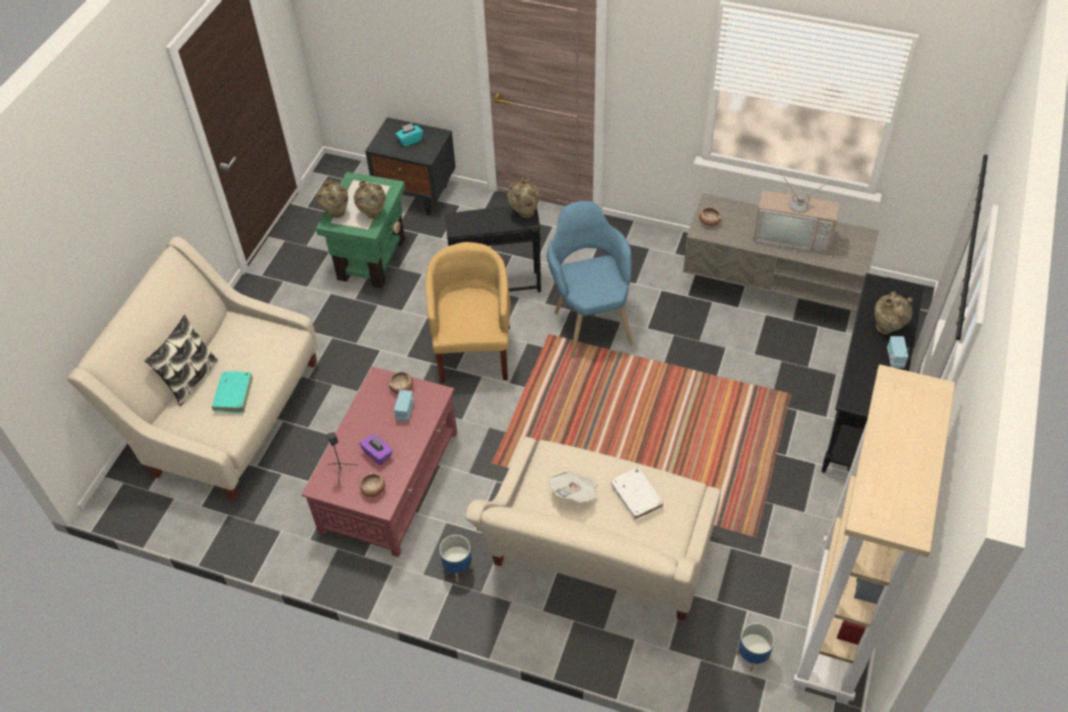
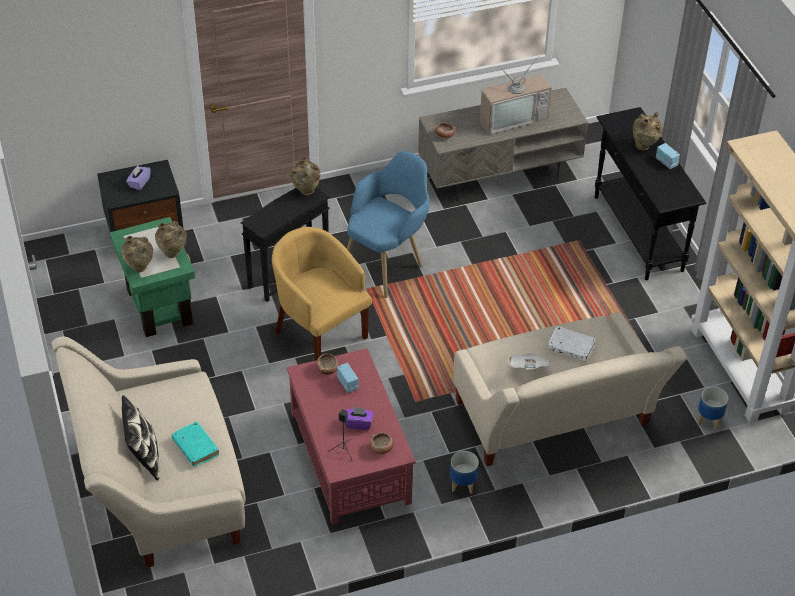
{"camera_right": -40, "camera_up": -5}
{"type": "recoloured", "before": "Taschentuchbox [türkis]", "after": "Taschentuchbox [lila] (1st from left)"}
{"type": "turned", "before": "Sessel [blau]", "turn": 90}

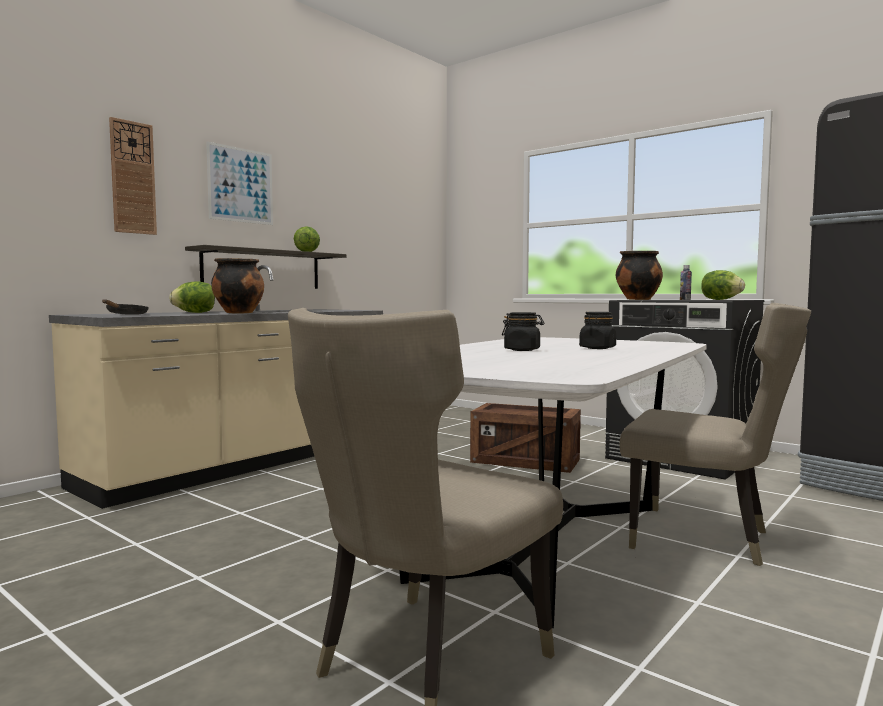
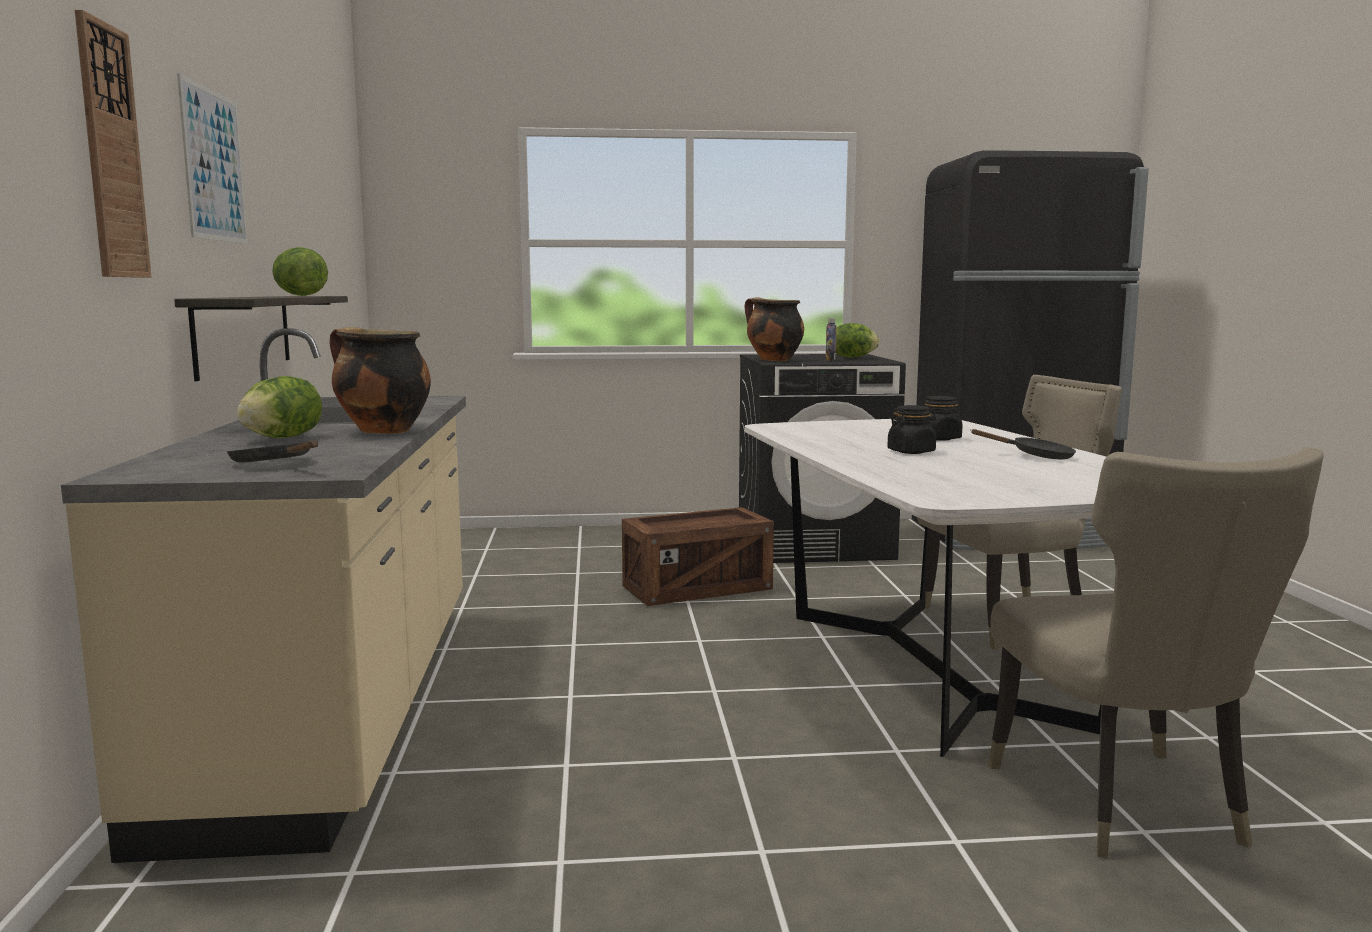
{"camera_right": -45, "camera_up": 5}
{"type": "added", "after": "Pfanne [schwarz] (2nd from left)"}

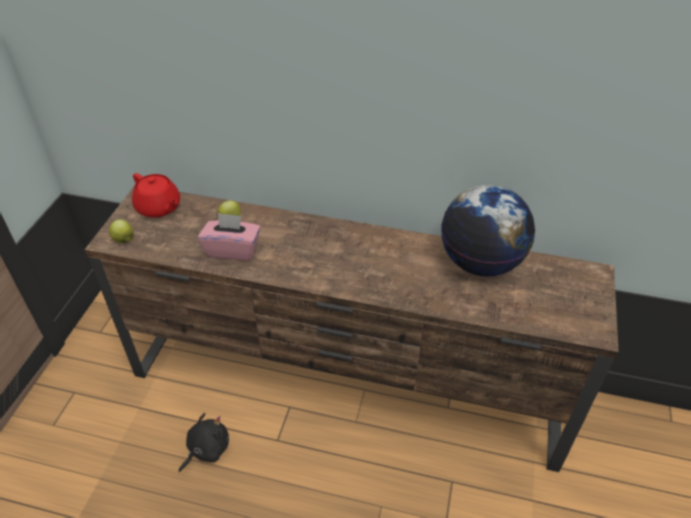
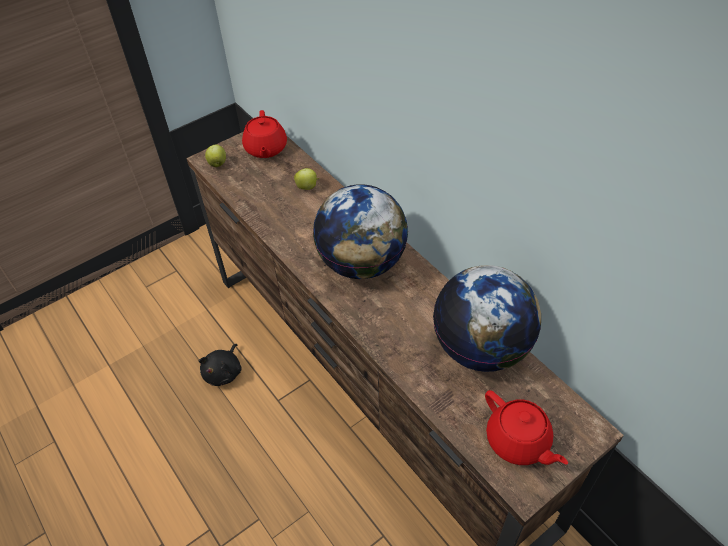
{"camera_right": 40, "camera_up": 5}
{"type": "turned", "before": "Plüschtier [schwarz]", "turn": 120}
{"type": "added", "after": "Globus (1st from left)"}
{"type": "added", "after": "Teekanne [rot] (2nd from left)"}
{"type": "removed", "before": "Taschentuchbox [rosa]"}

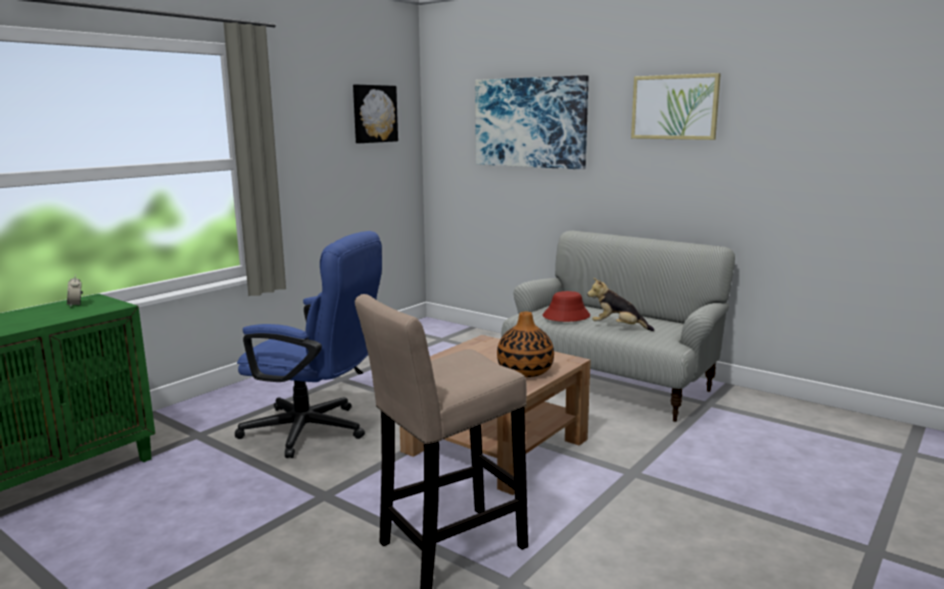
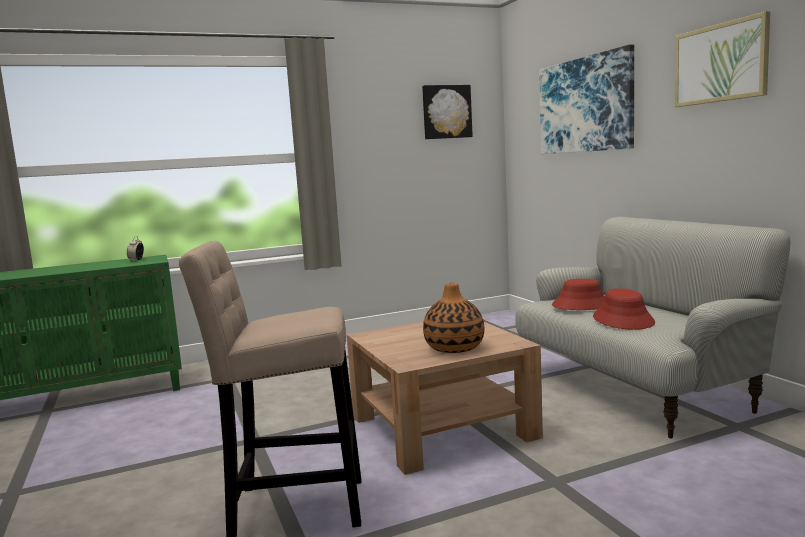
{"camera_right": 30, "camera_up": -5}
{"type": "replaced", "before": "Plüschtier", "after": "Hut [rot] (2nd from left)"}
{"type": "removed", "before": "Bürostuhl [blau]"}

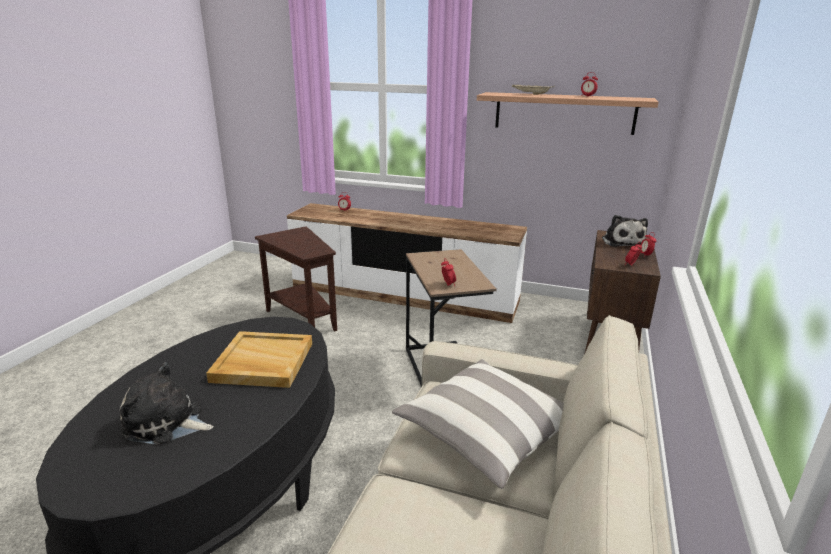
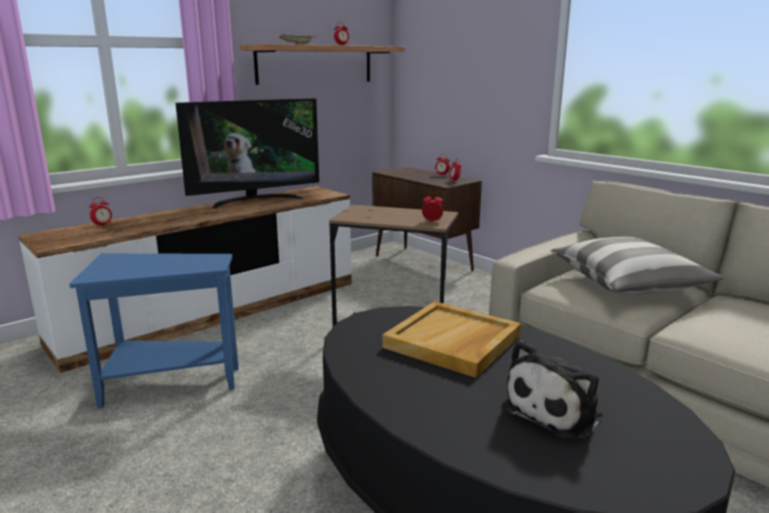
{"camera_right": -60, "camera_up": -5}
{"type": "recoloured", "before": "Beistelltisch [braun] (1st from left)", "after": "Beistelltisch [blau]"}
{"type": "added", "after": "Fernseher"}
{"type": "removed", "before": "Plüschtier (2nd from left)"}

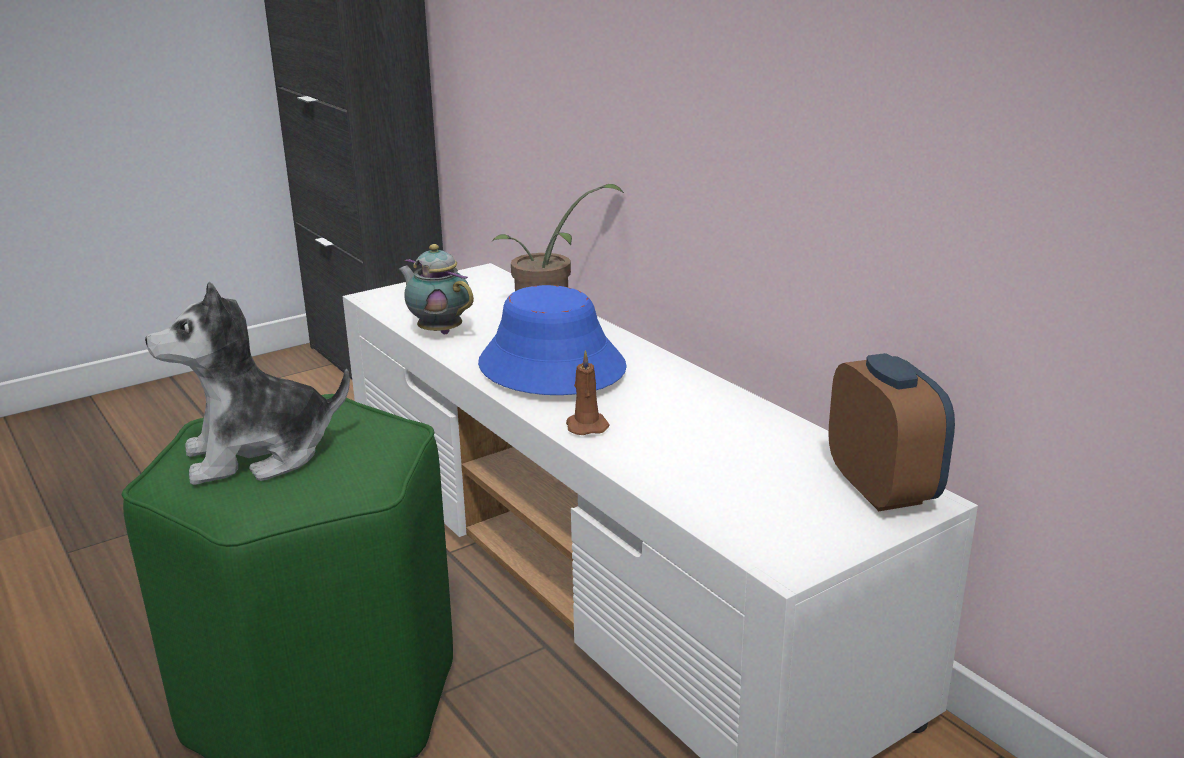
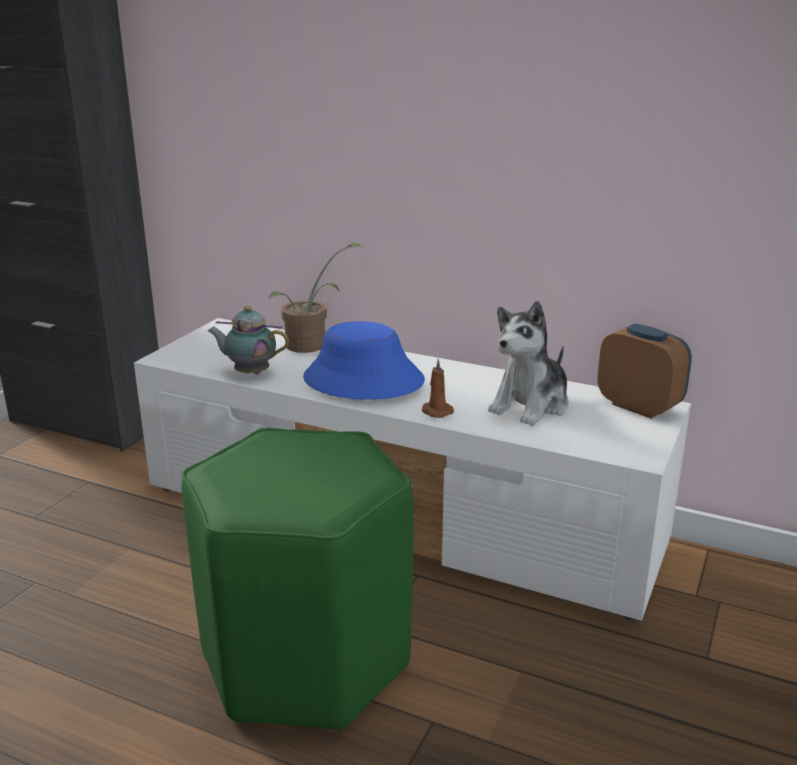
{"camera_right": -30, "camera_up": 0}
{"type": "moved", "before": "Plüschtier"}

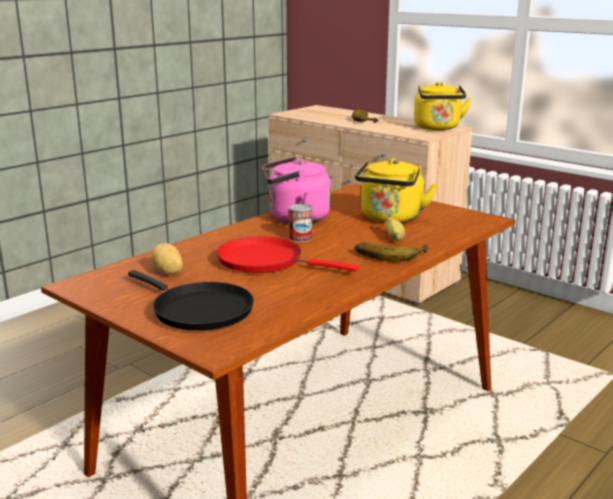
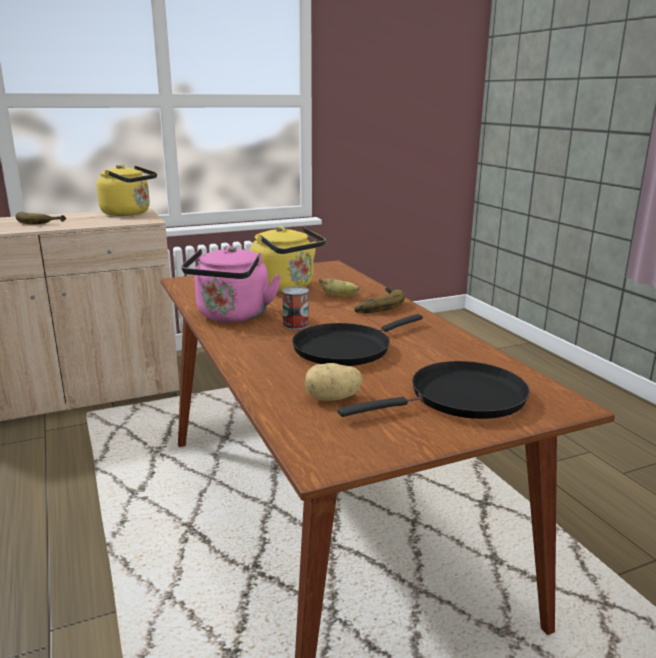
{"camera_right": -65, "camera_up": 0}
{"type": "recoloured", "before": "Pfanne [rot]", "after": "Pfanne [schwarz] (1st from left)"}

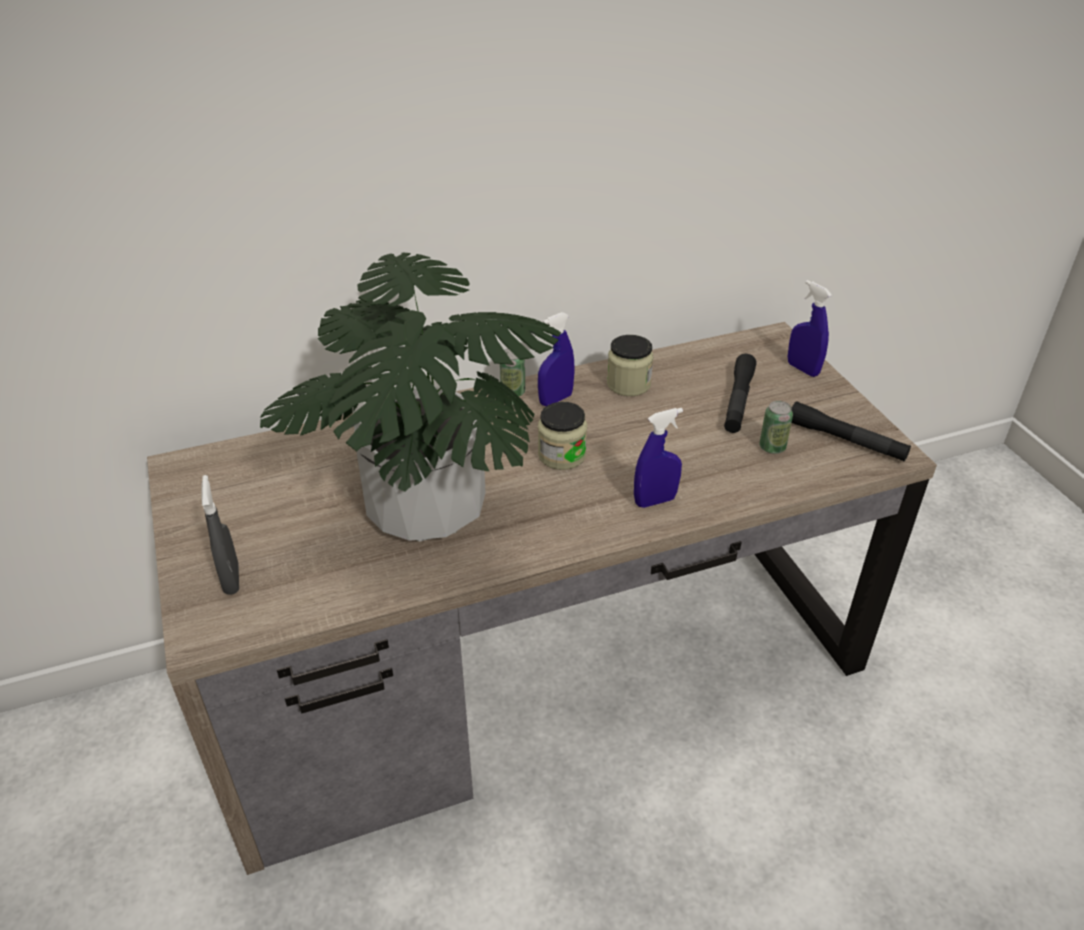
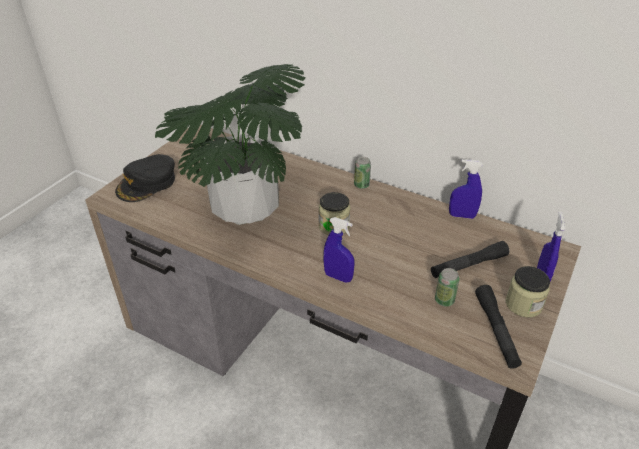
{"camera_right": 50, "camera_up": 0}
{"type": "replaced", "before": "Sprühflasche [grau]", "after": "Kappe [schwarz]"}
{"type": "moved", "before": "Sprühflasche [blau] (1st from left in the first image)", "after": "Sprühflasche [blau] (2nd from left)"}
{"type": "moved", "before": "Vorratsglas (2nd from left)"}

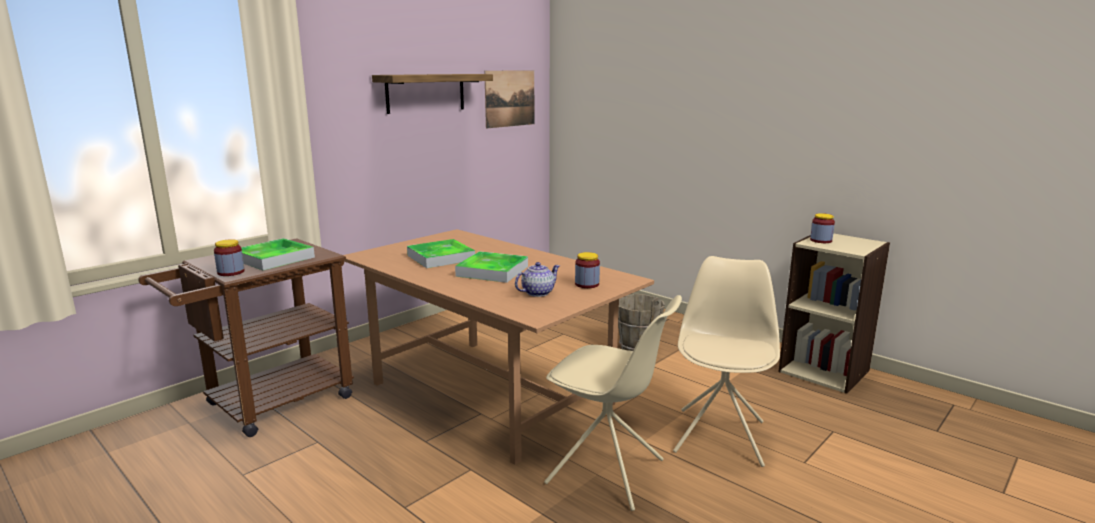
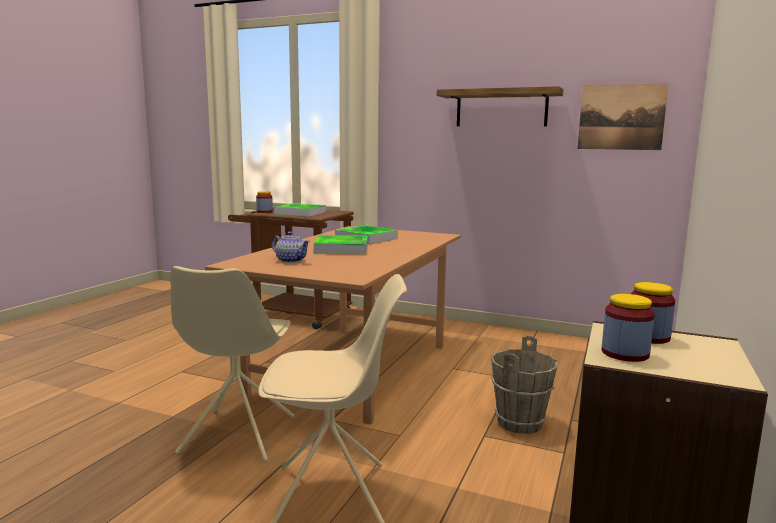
{"camera_right": 70, "camera_up": -5}
{"type": "moved", "before": "Vorratsglas (2nd from left)"}

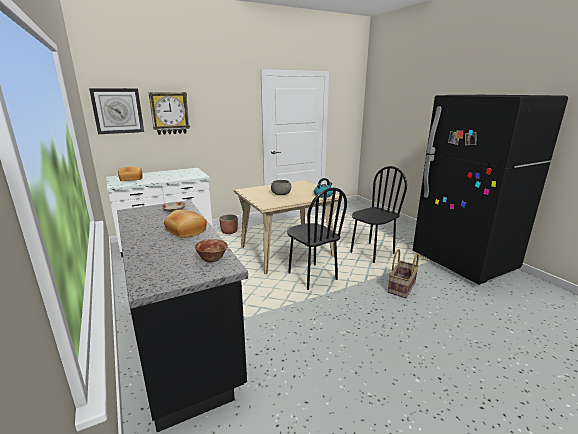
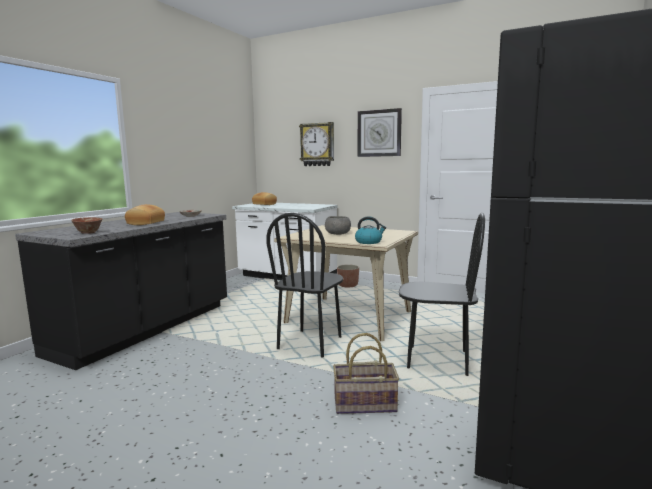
{"camera_right": 55, "camera_up": -10}
{"type": "moved", "before": "Wanduhr (1st from left in the first image)", "after": "Wanduhr (2nd from left)"}

